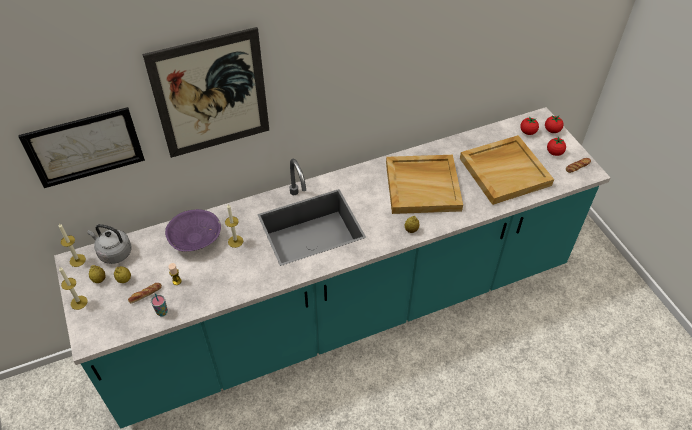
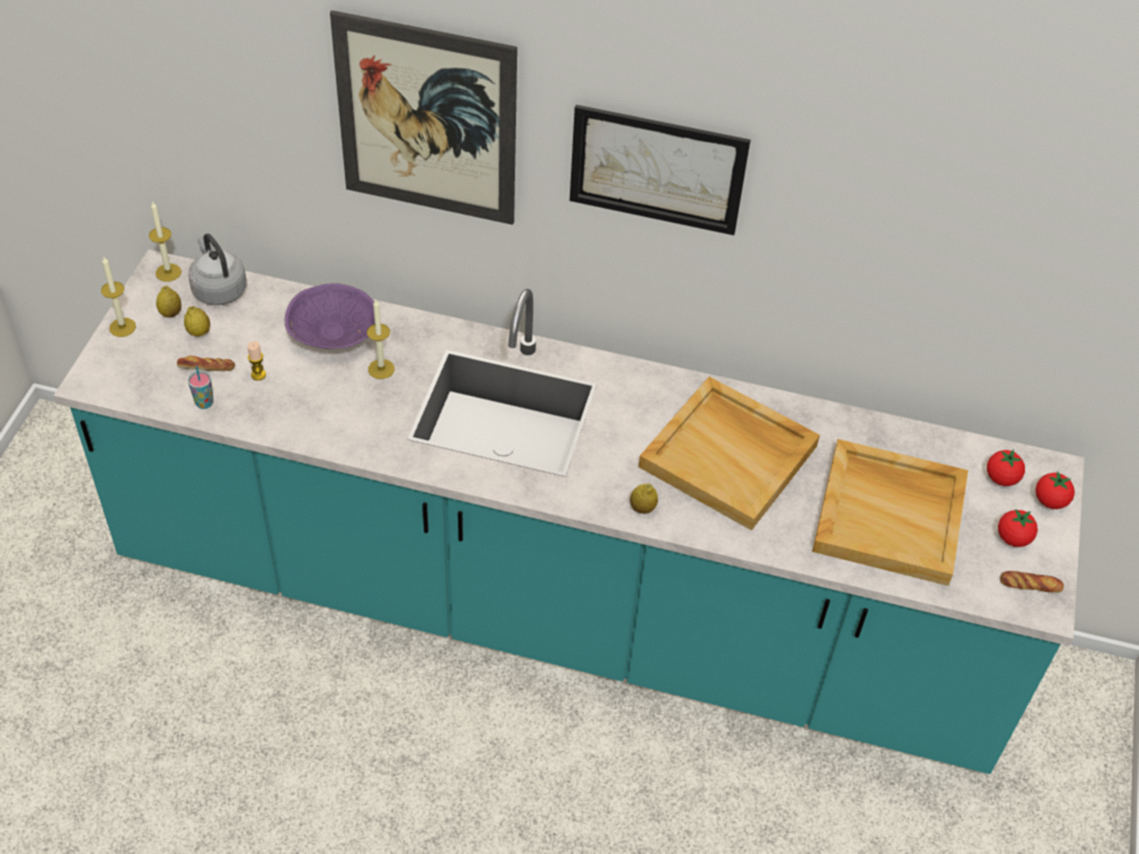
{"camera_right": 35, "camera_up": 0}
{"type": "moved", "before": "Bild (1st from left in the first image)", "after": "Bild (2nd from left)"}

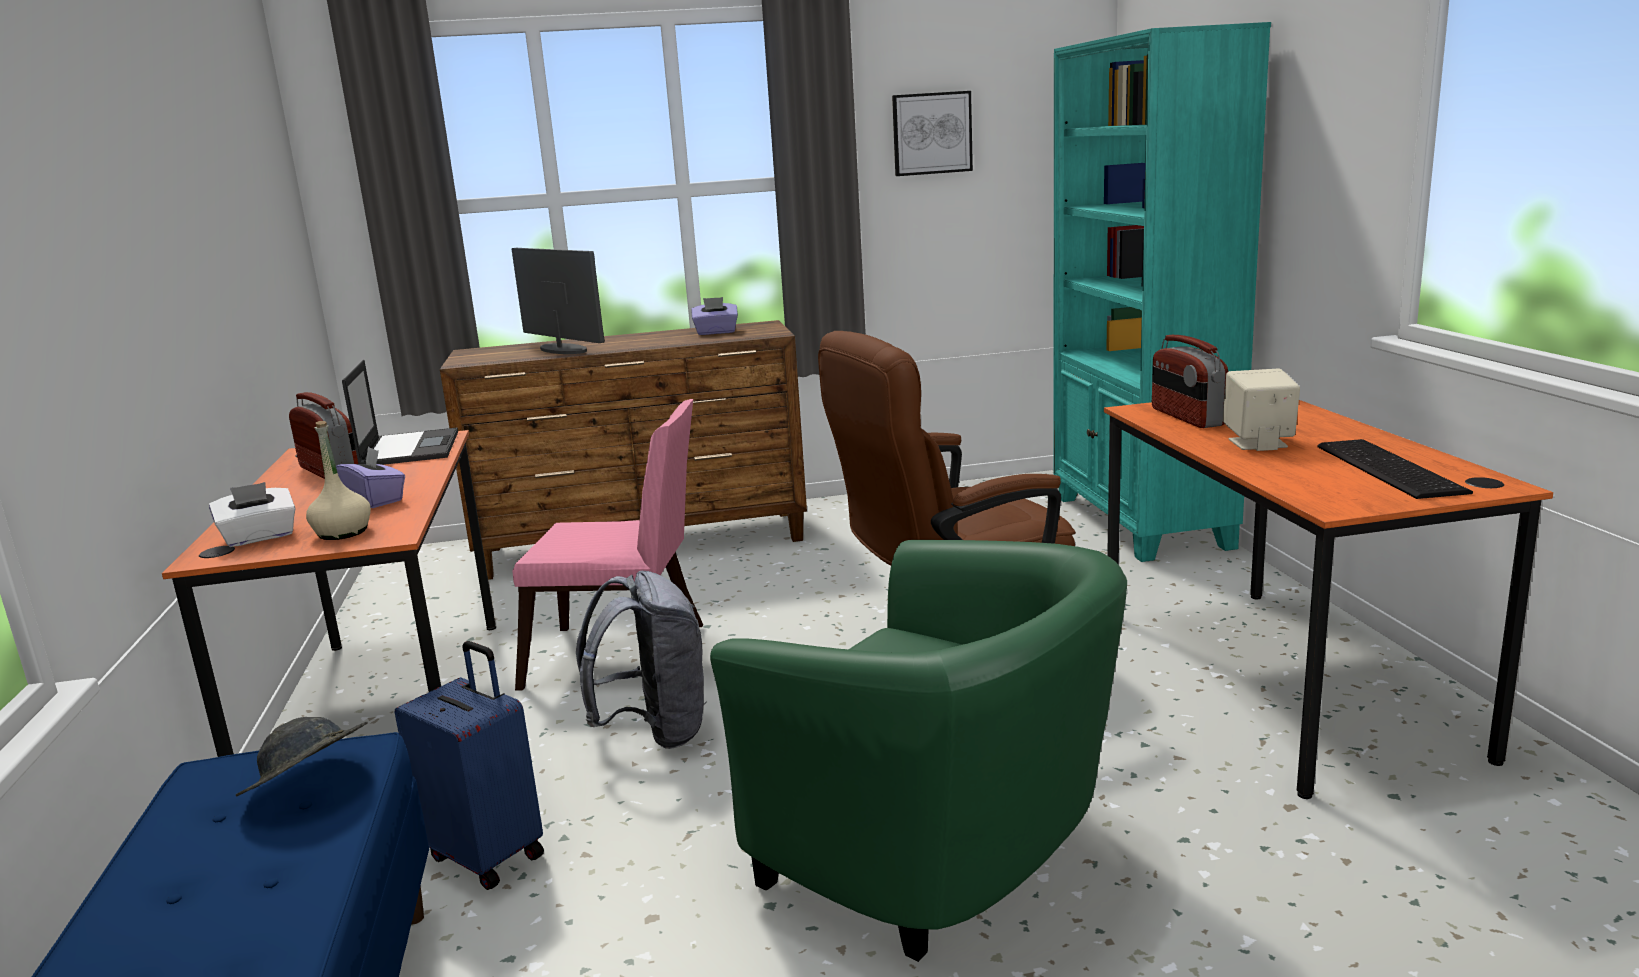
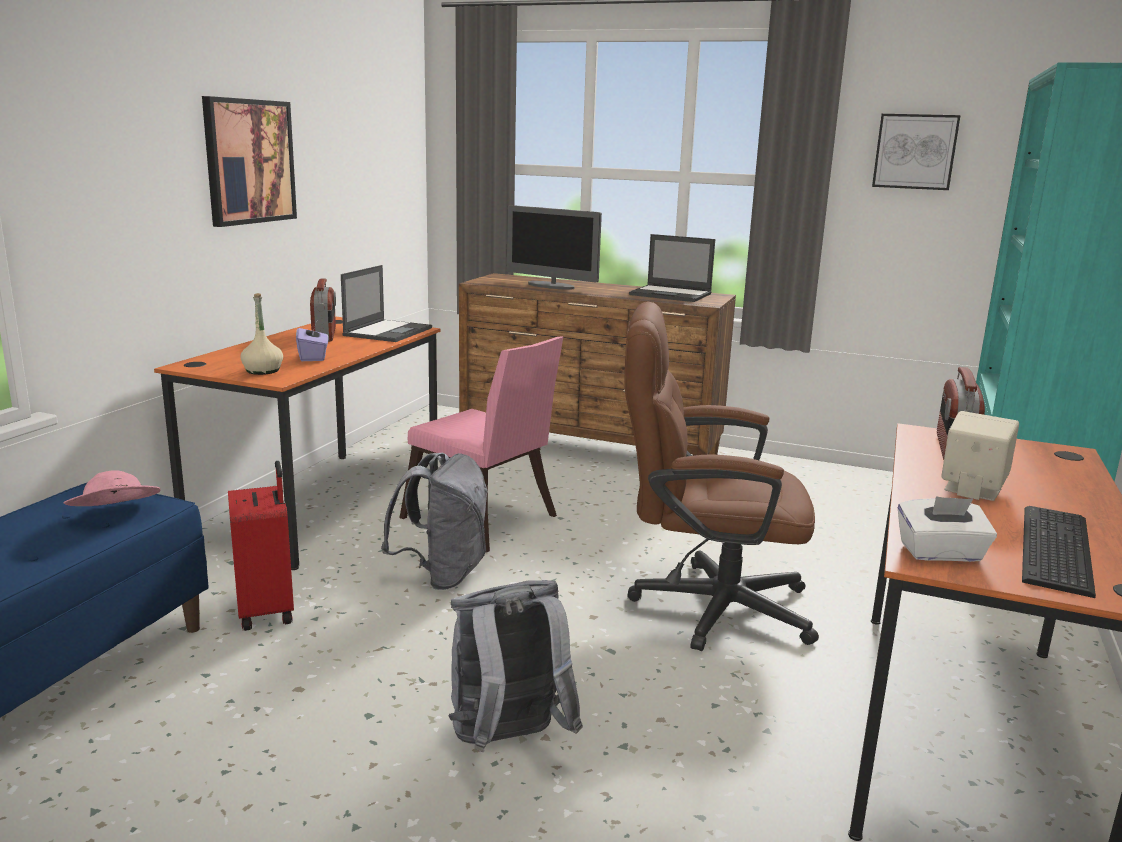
{"camera_right": 30, "camera_up": 0}
{"type": "recoloured", "before": "Hut [grau]", "after": "Hut [rosa]"}
{"type": "added", "after": "Bild (1st from left)"}
{"type": "recoloured", "before": "Koffer [blau]", "after": "Koffer [rot]"}
{"type": "replaced", "before": "Sessel [grün]", "after": "Rucksack [grau] (2nd from left)"}
{"type": "turned", "before": "Monitor", "turn": 135}
{"type": "replaced", "before": "Taschentuchbox [lila] (2nd from left)", "after": "Laptop (2nd from left)"}
{"type": "moved", "before": "Taschentuchbox [weiß]"}

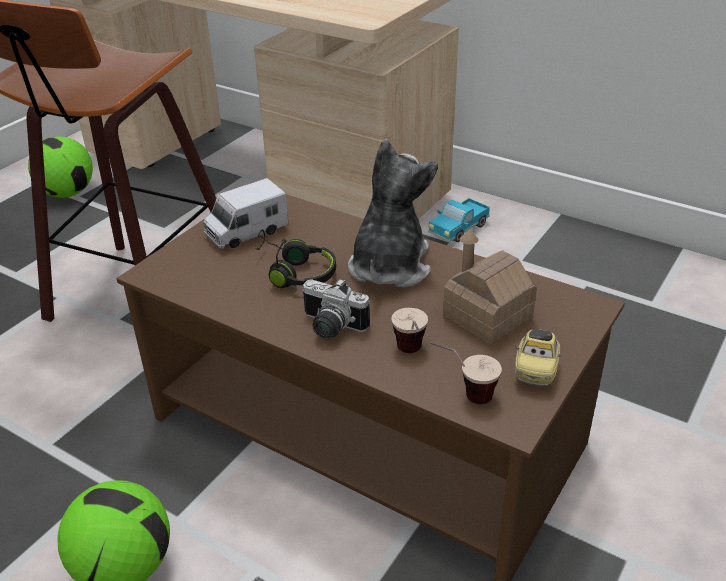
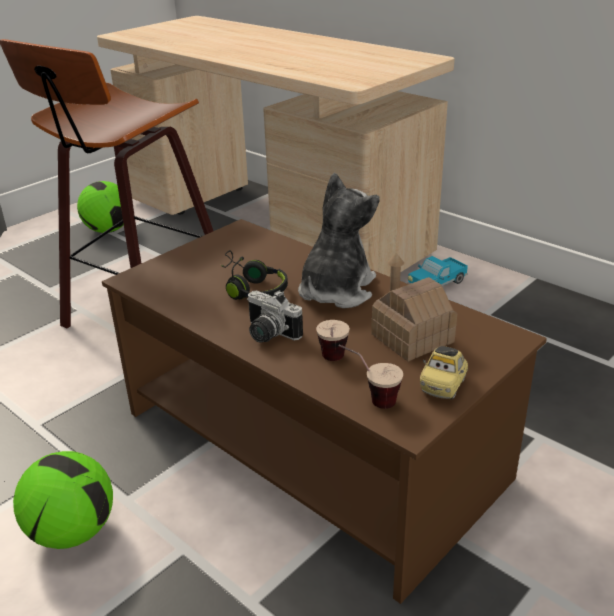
{"camera_right": 10, "camera_up": -5}
{"type": "removed", "before": "Spielzeuglaster (1st from left)"}

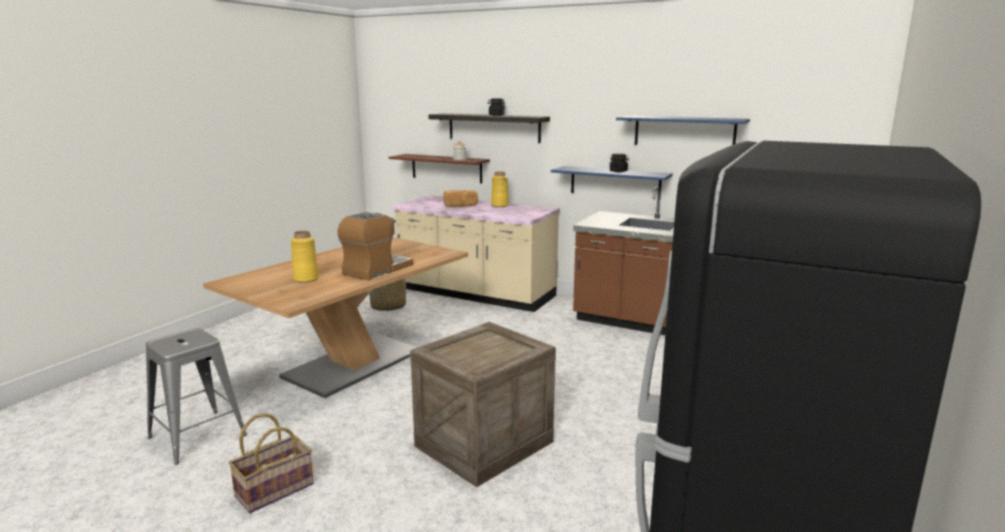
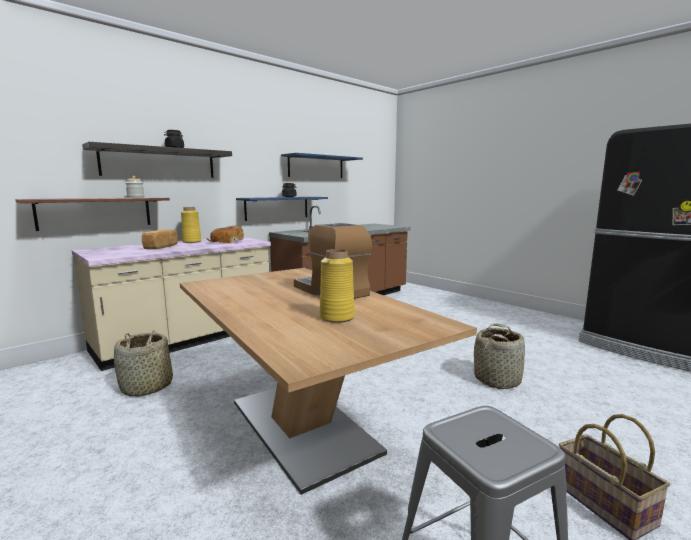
{"camera_right": -70, "camera_up": -5}
{"type": "added", "after": "Brot (2nd from left)"}
{"type": "replaced", "before": "Kiste", "after": "Korb (2nd from left)"}

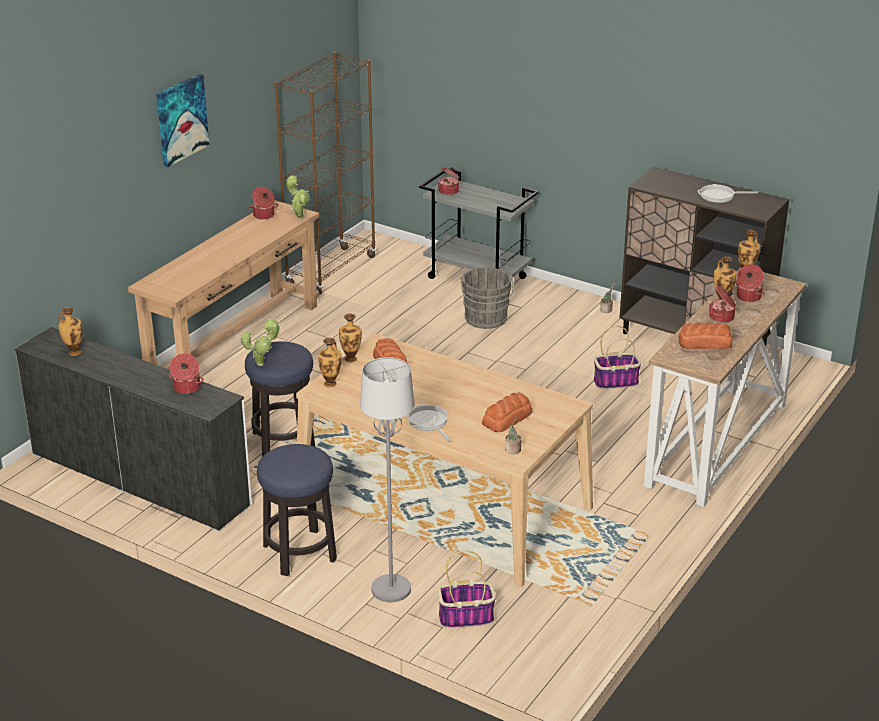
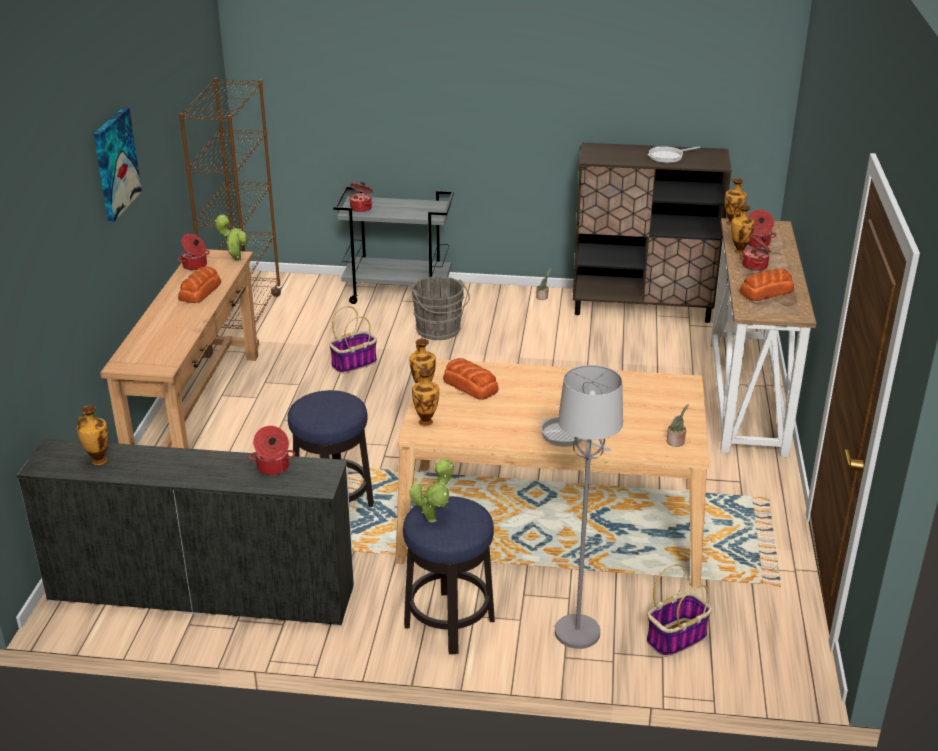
{"camera_right": -25, "camera_up": 0}
{"type": "moved", "before": "Brot (2nd from left in the first image)", "after": "Brot (1st from left)"}
{"type": "moved", "before": "Korb (2nd from left in the first image)", "after": "Korb (1st from left)"}
{"type": "moved", "before": "Topfpflanze (1st from left in the first image)", "after": "Topfpflanze (2nd from left)"}

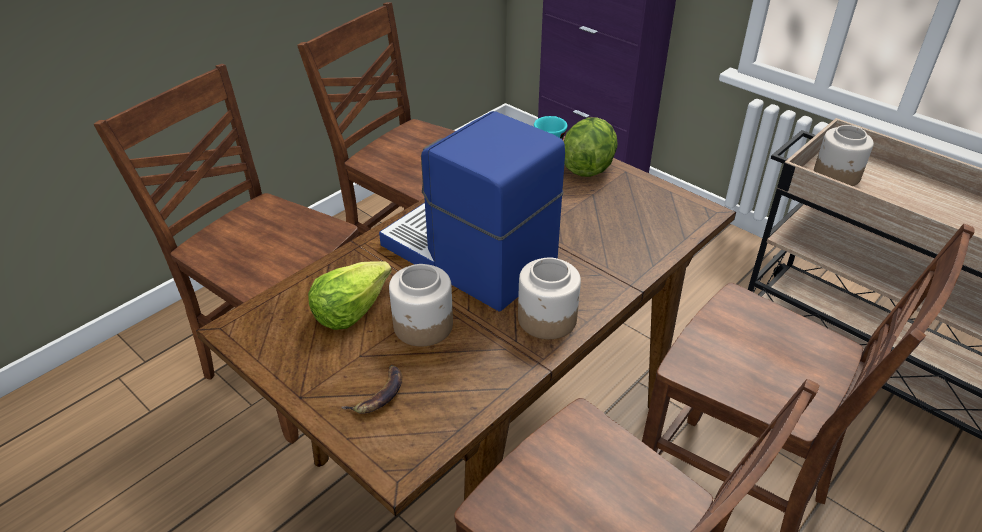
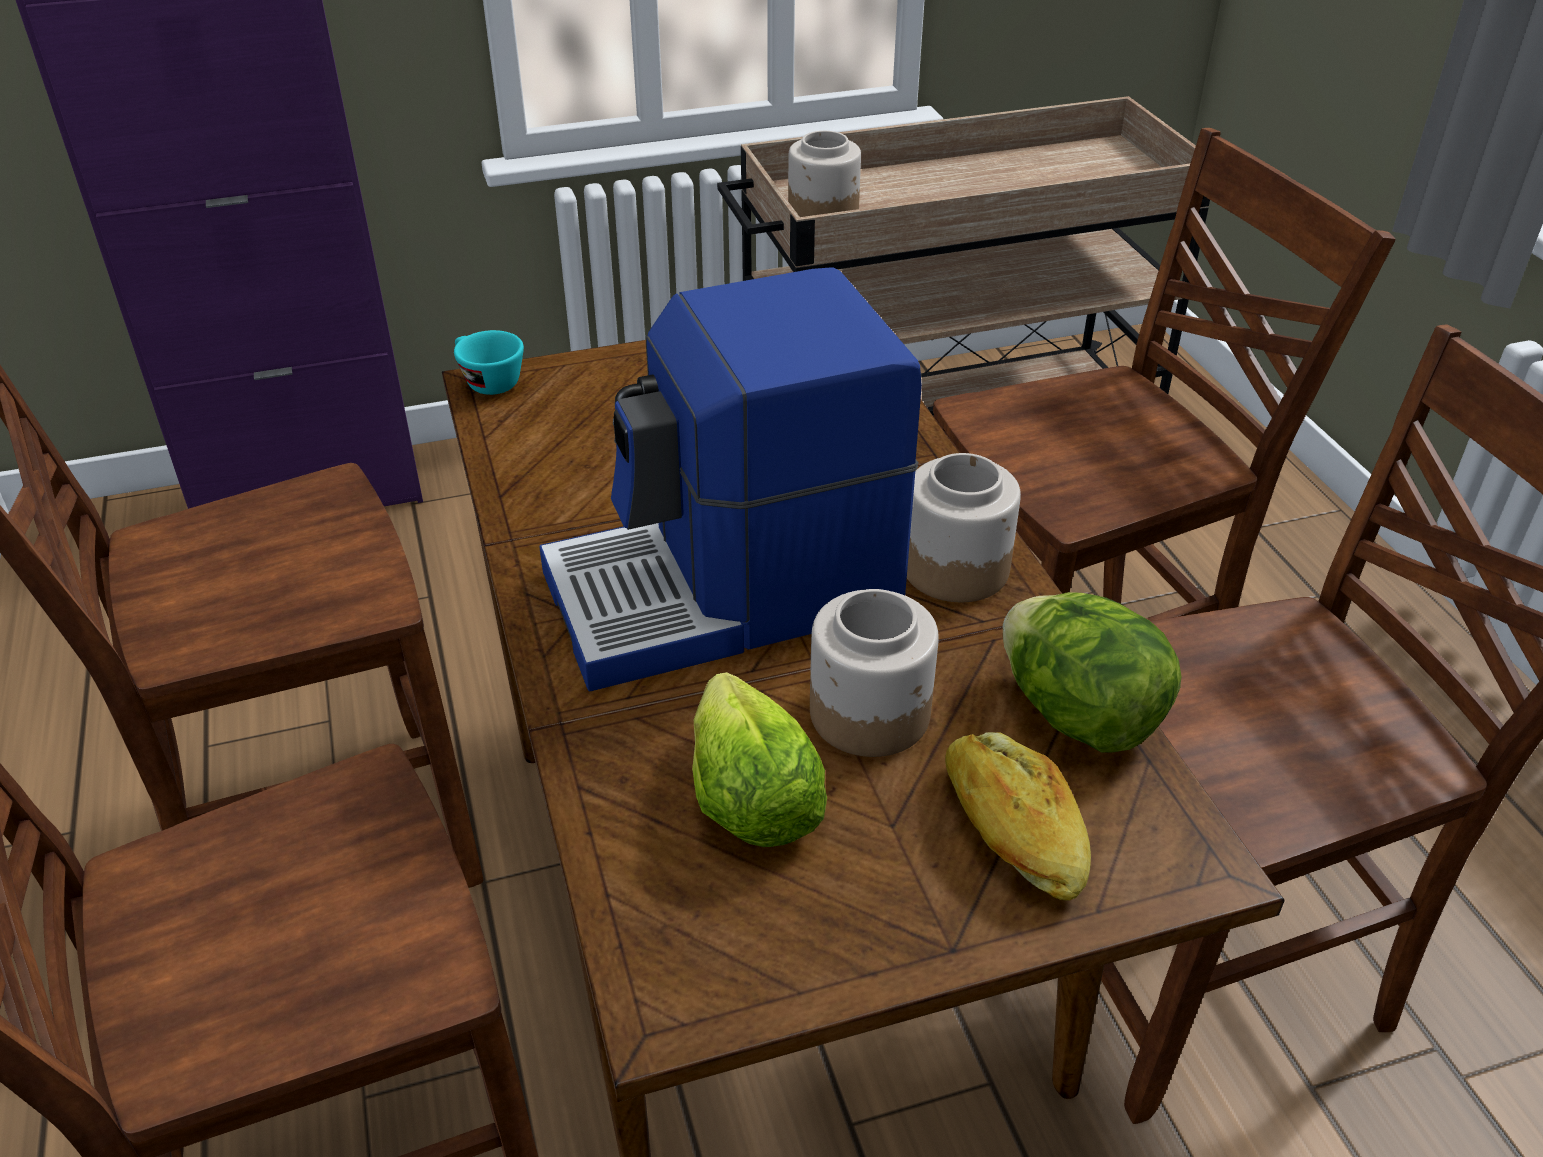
{"camera_right": -60, "camera_up": 0}
{"type": "replaced", "before": "Banane", "after": "Brot"}
{"type": "moved", "before": "Salatkopf (2nd from left)"}

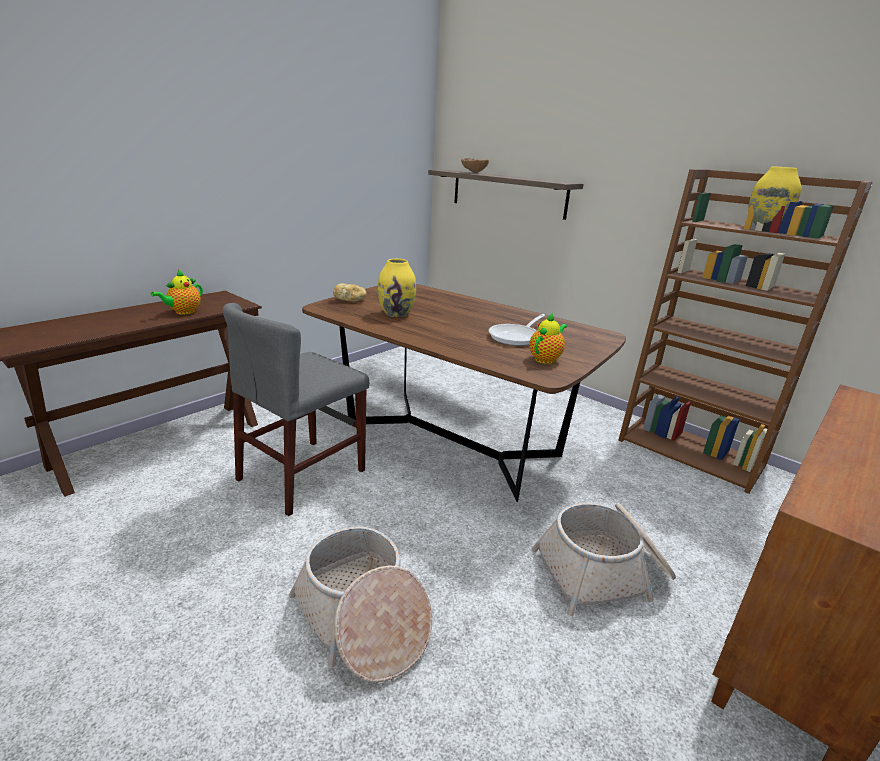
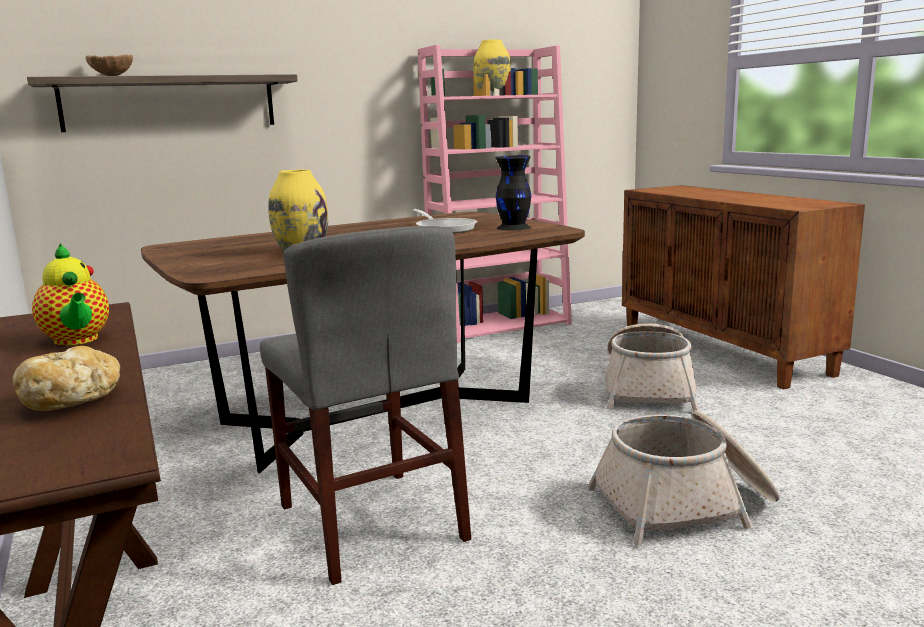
{"camera_right": -65, "camera_up": -10}
{"type": "moved", "before": "Brot"}
{"type": "recoloured", "before": "Bücherregal [braun]", "after": "Bücherregal [rosa]"}
{"type": "replaced", "before": "Teekanne (2nd from left)", "after": "Vase [schwarz]"}

